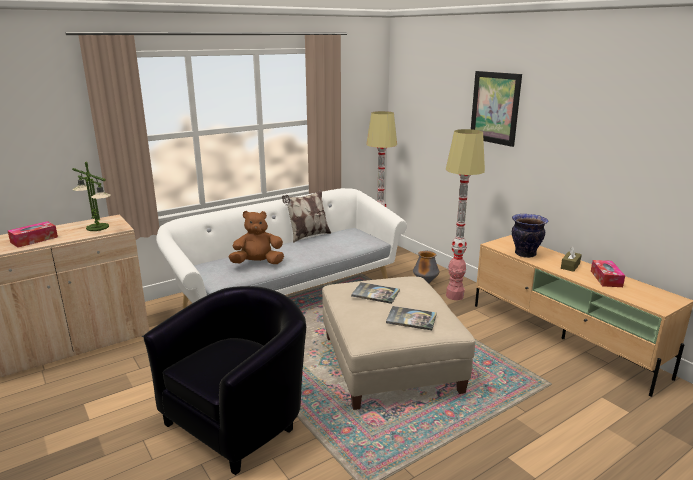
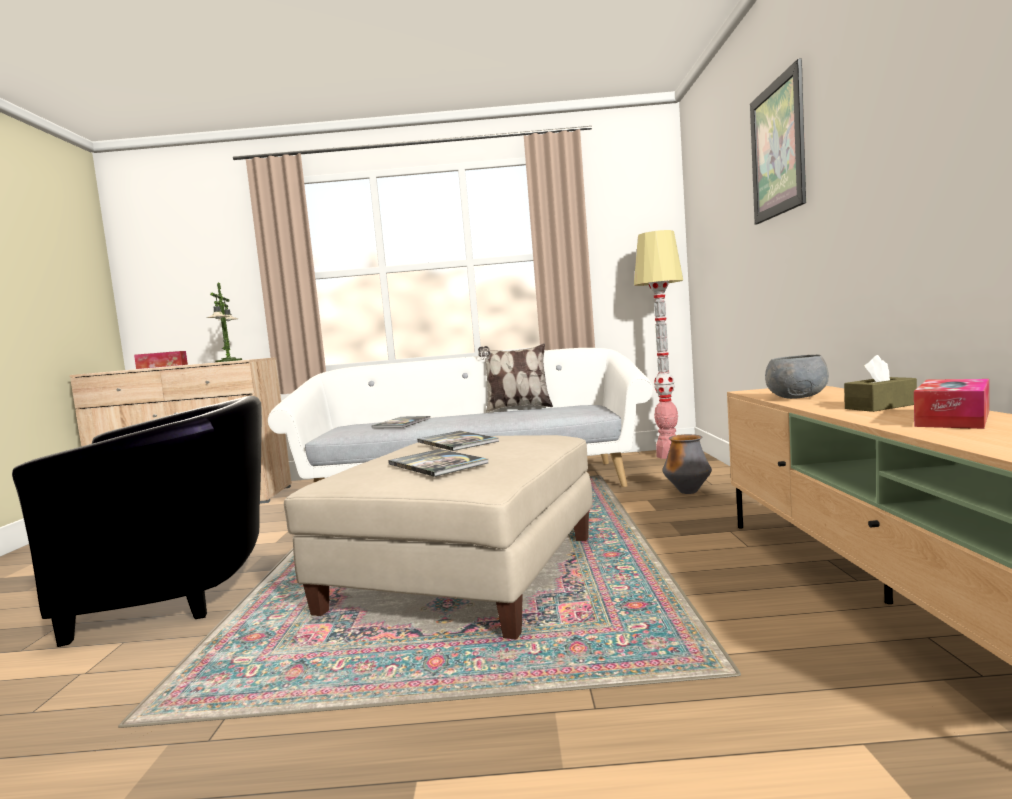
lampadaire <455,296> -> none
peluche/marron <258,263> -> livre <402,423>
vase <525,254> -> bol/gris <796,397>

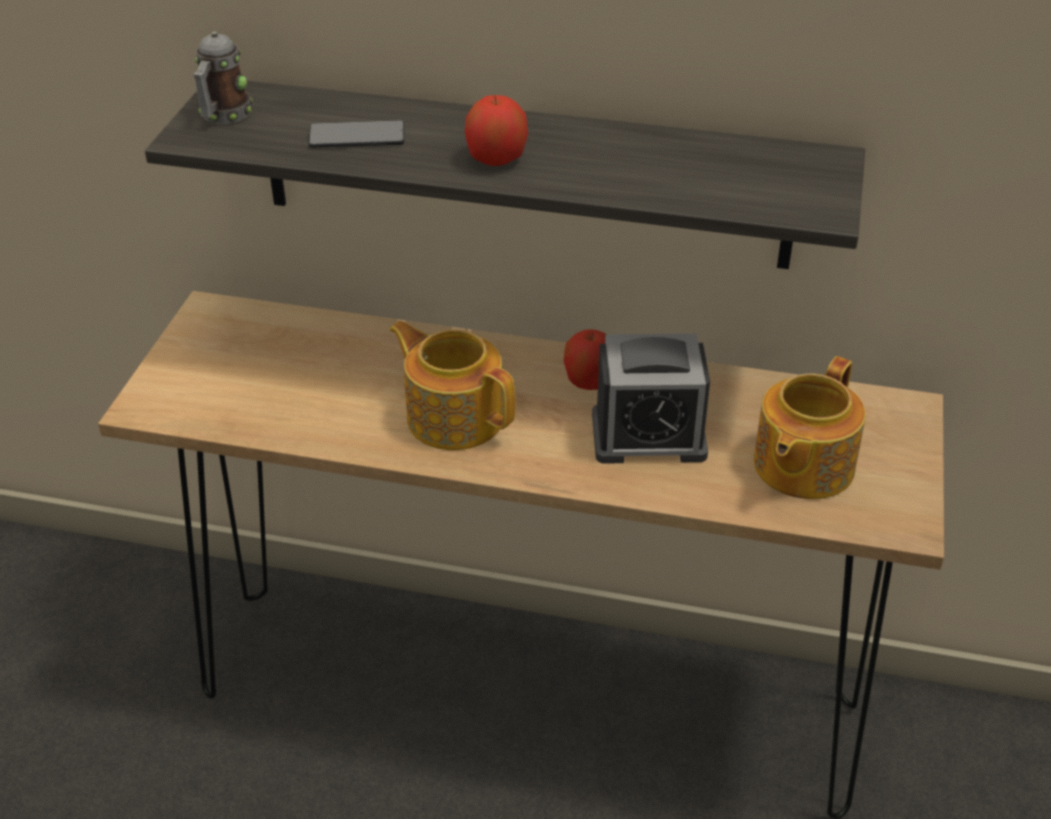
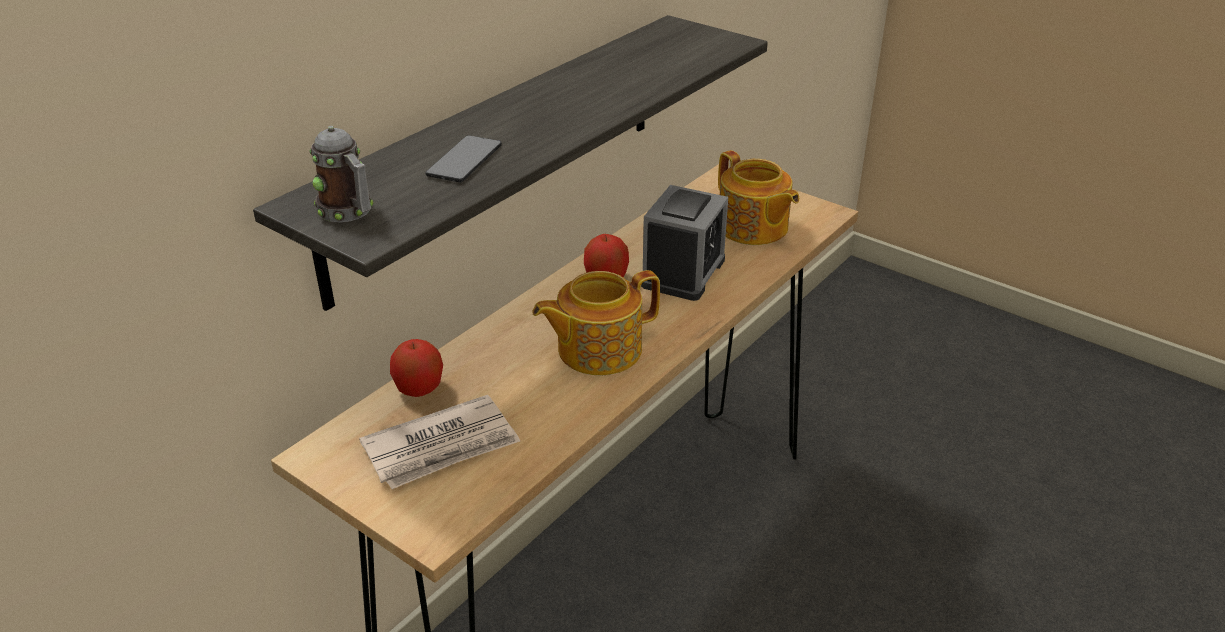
pomme <496,160> -> pomme <419,389>, shifted
none -> journal <442,447>

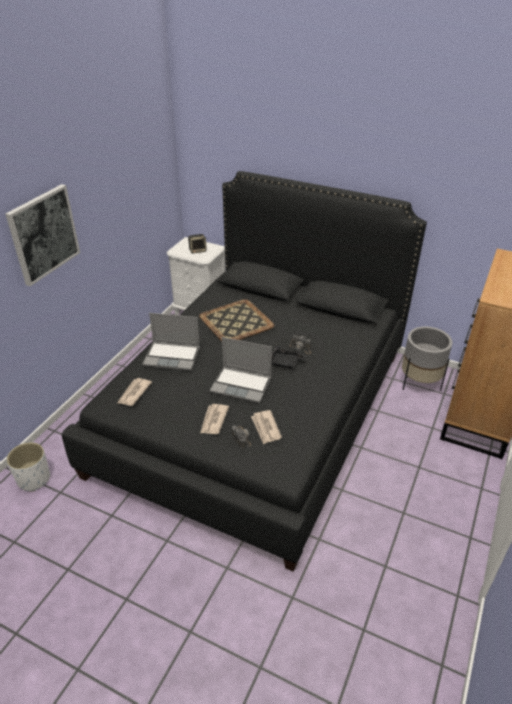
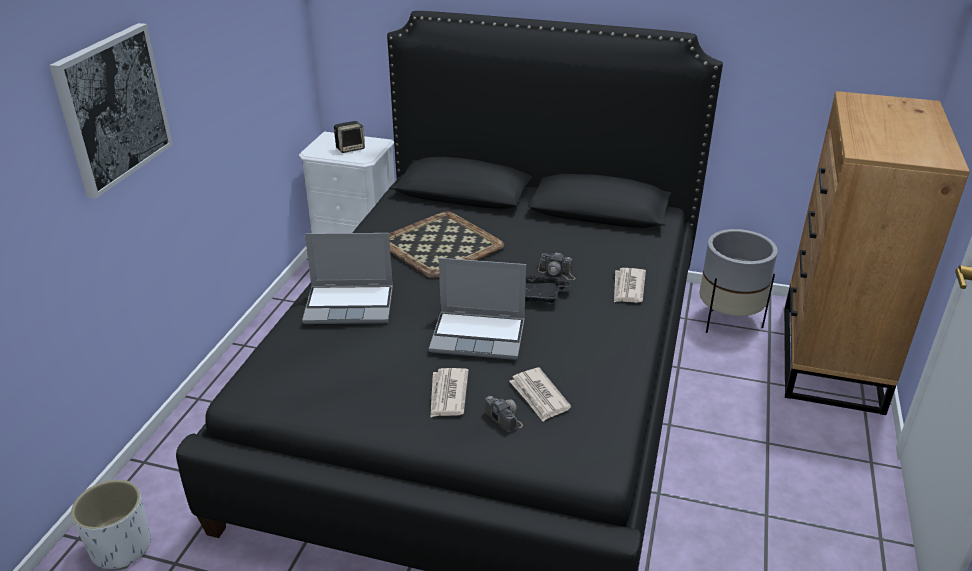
journal <134,393> -> journal <628,288>, shifted

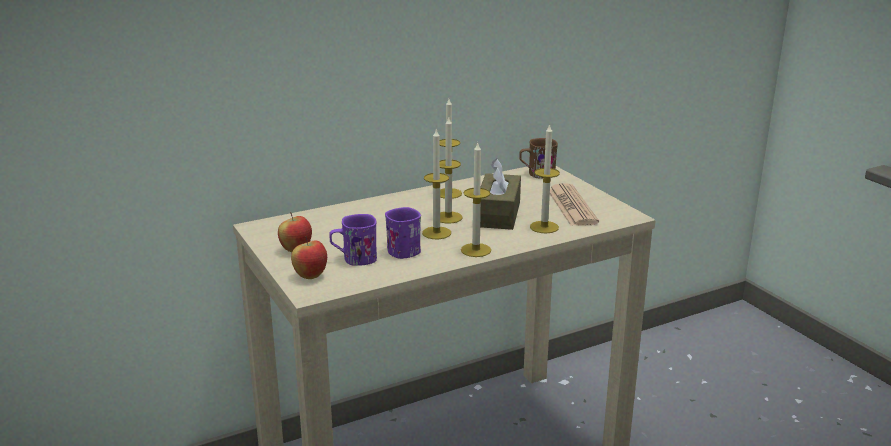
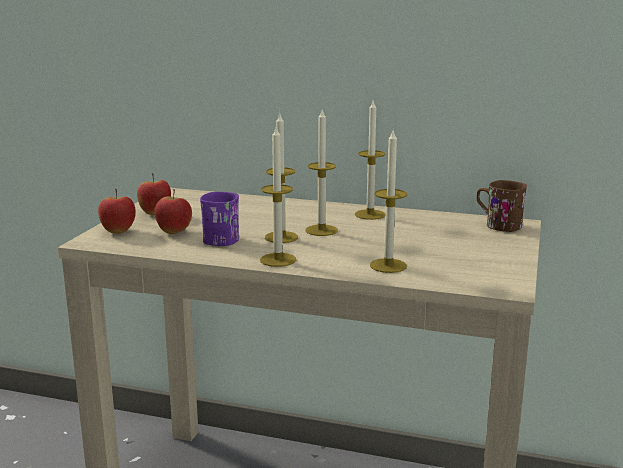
boîte à mouchoirs/marron <498,214> -> none
journal <571,206> -> none
mug/violet <354,259> -> pomme <174,232>

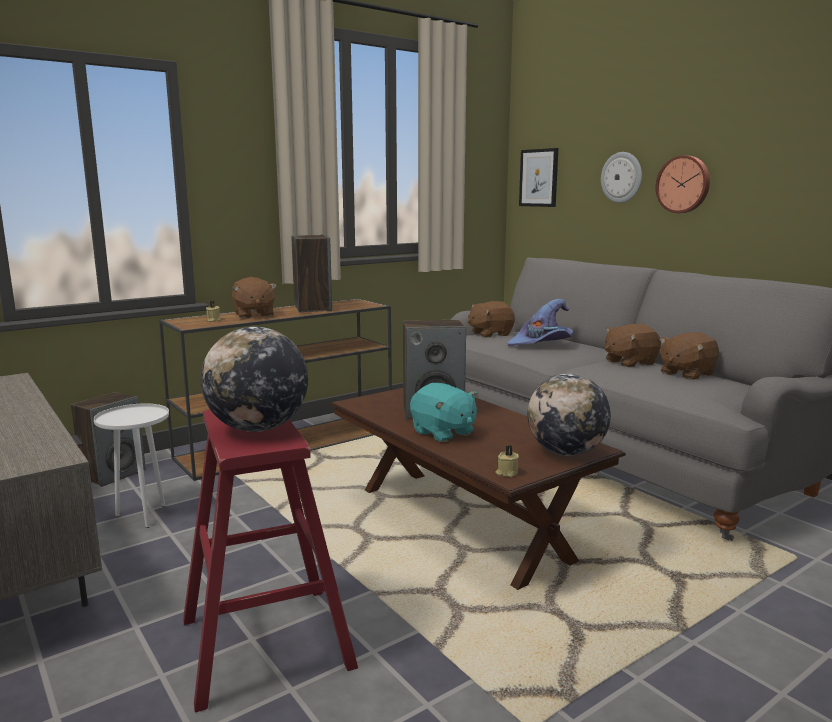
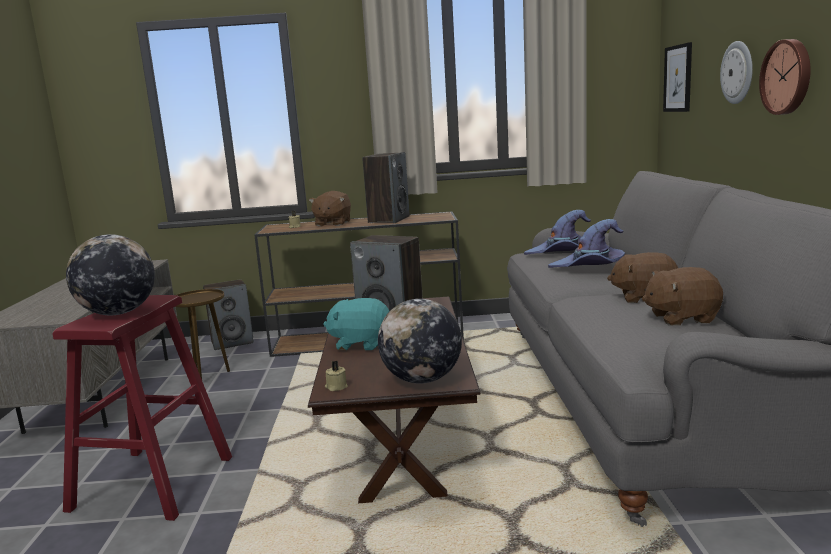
peluche/marron <490,334> -> chapeau/violet <561,254>
peluche/turquoise <443,433> -> peluche/turquoise <361,343>, 105 degrees clockwise
table d'appoint/blanc <143,516> -> table d'appoint/marron <208,376>

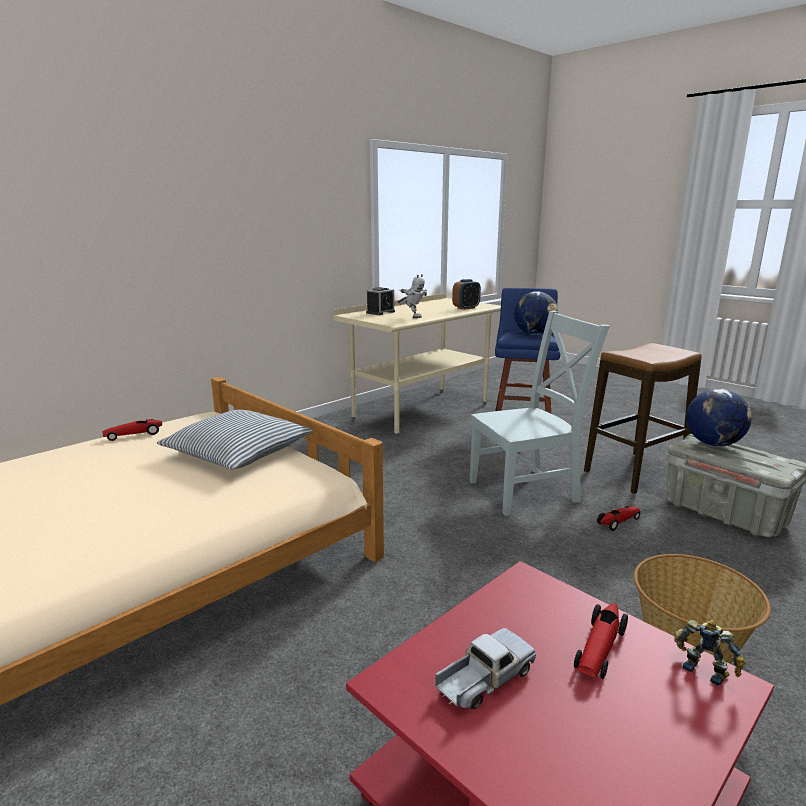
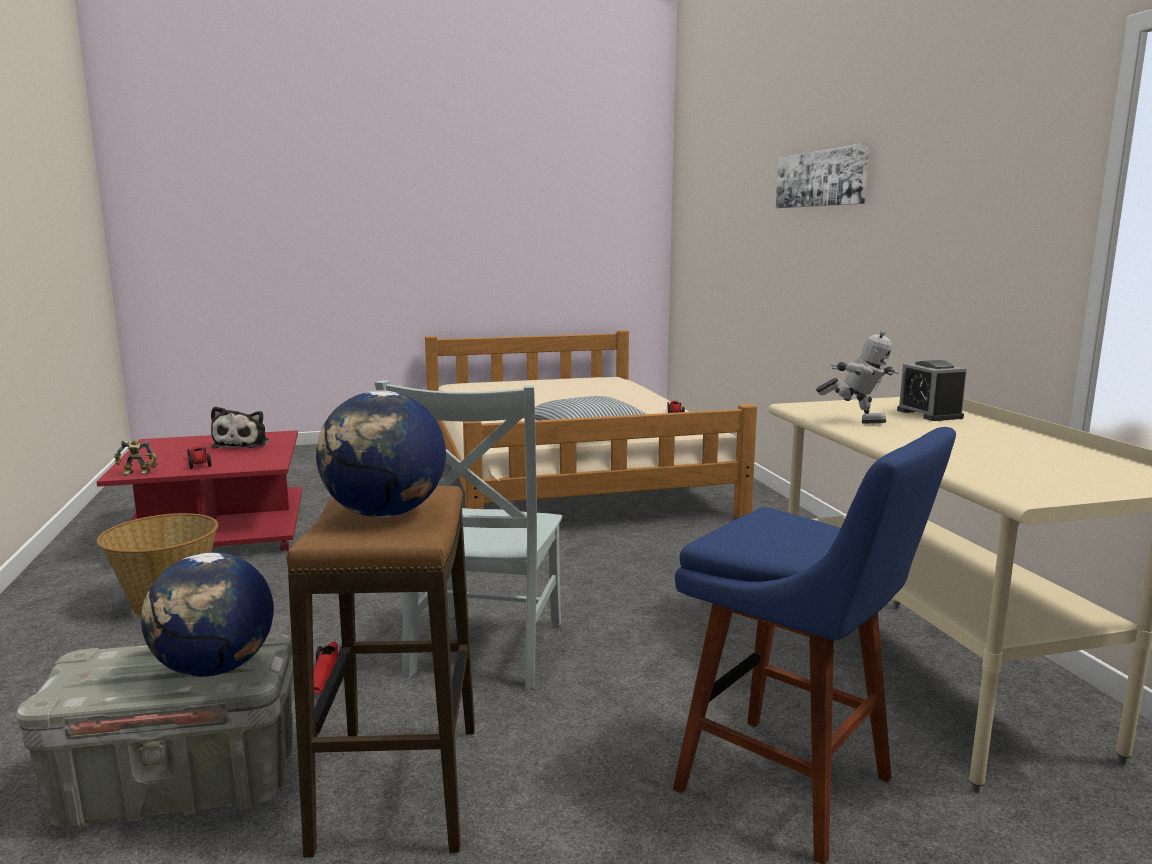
robot jouet <413,317> -> robot jouet <856,421>, 135 degrees counterclockwise
réveil <466,308> -> none
globe <534,334> -> globe <385,514>, shifted
camion jouet <484,679> -> peluche <243,444>
none -> tableau <821,178>

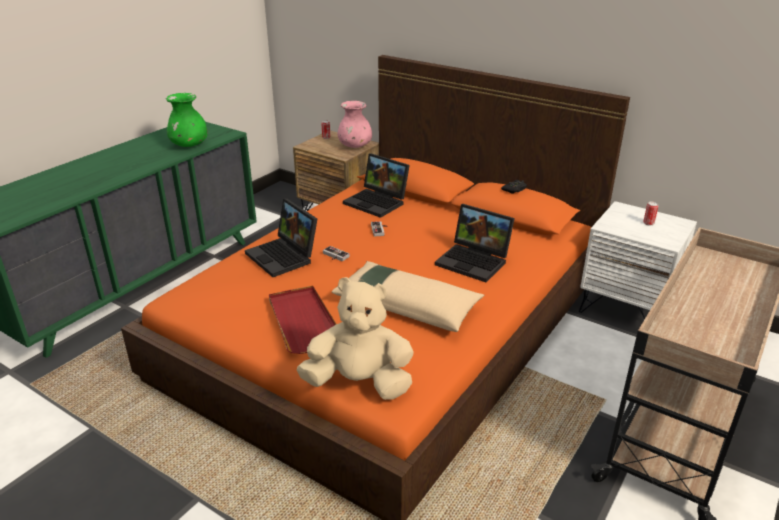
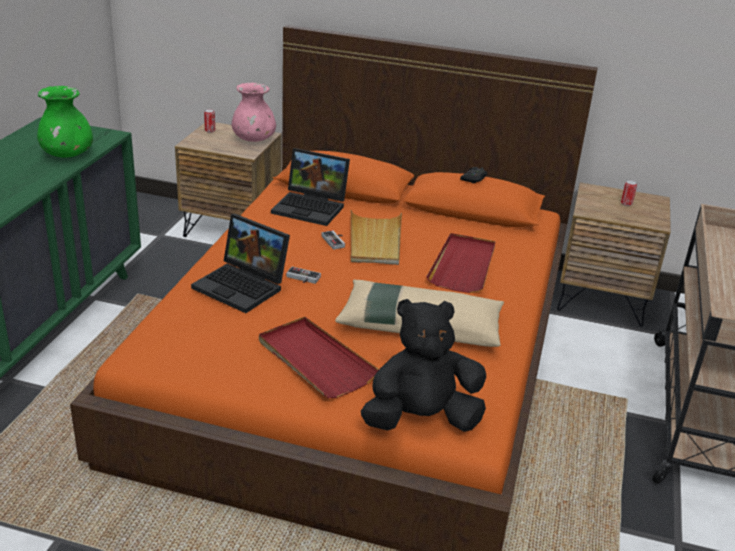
table de chevet/blanc <626,308> -> table de chevet/marron <601,299>
ordinateur portable <475,261> -> plateau/rouge <463,266>
peluche/beige <359,383> -> peluche/noir <421,419>
none -> plateau/beige <375,241>

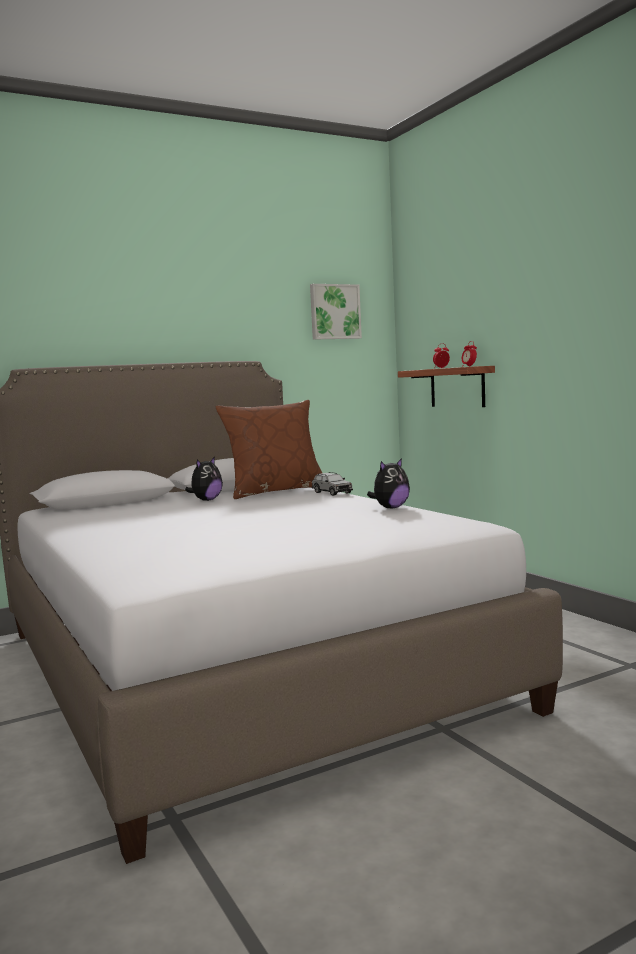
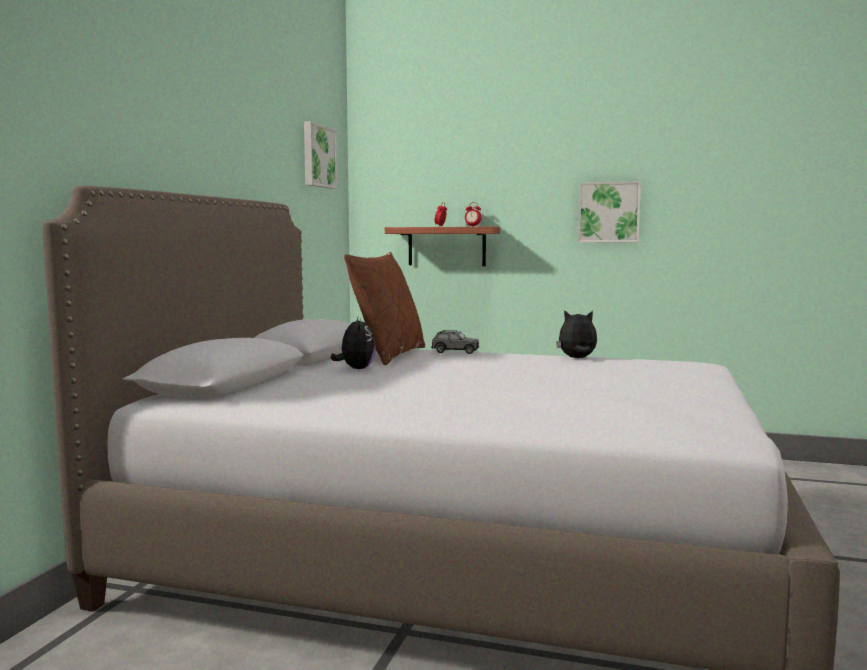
peluche <390,508> -> peluche <577,358>, 90 degrees counterclockwise
none -> tableau <609,212>

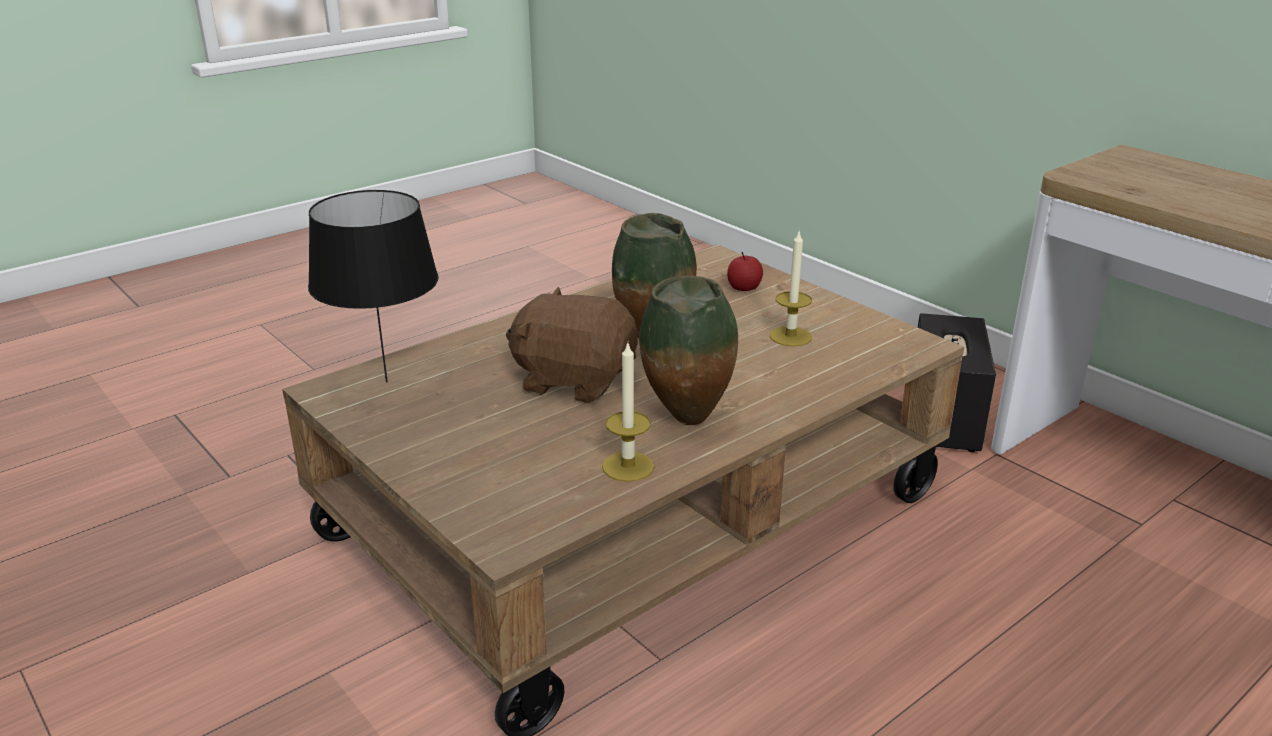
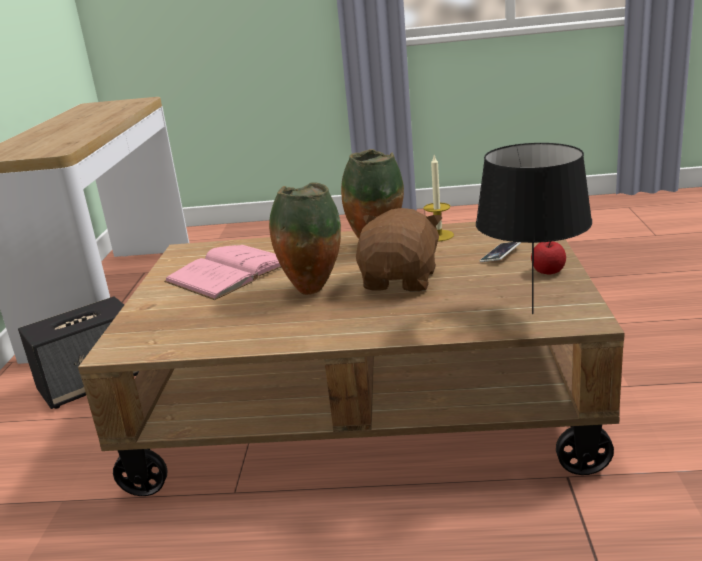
bougie <790,336> -> livre/rose <231,271>
pomme <744,288> -> pomme <548,271>, shifted
peluche/marron <574,380> -> peluche/marron <401,280>, 135 degrees counterclockwise
none -> téléphone <500,255>

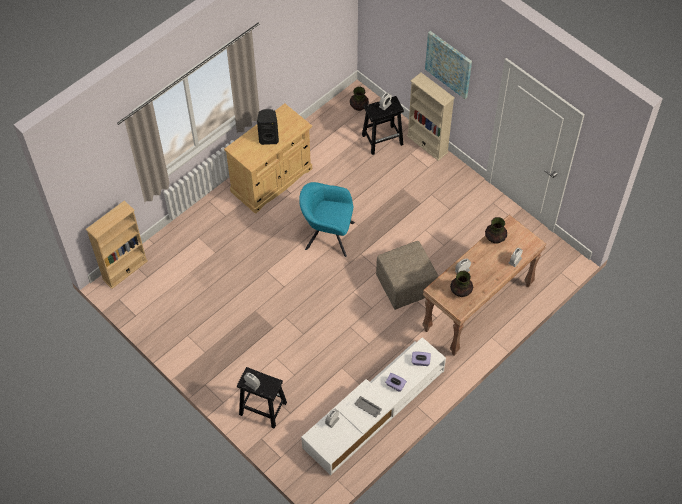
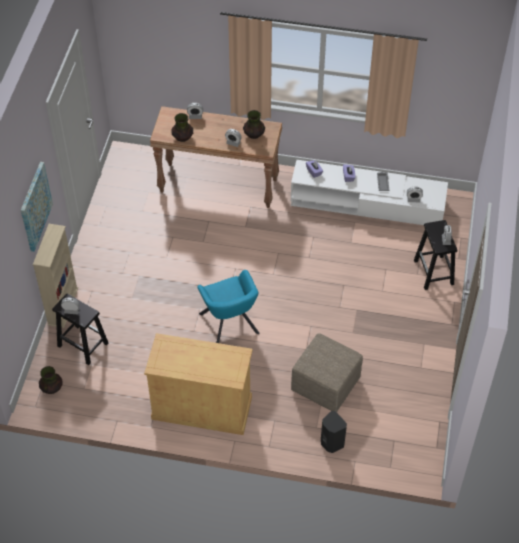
enceinte/noir <269,138> -> enceinte/noir <331,443>, shifted
bibliothèque/beige <125,270> -> none
pouf/beige <406,284> -> pouf/beige <324,384>, shifted

